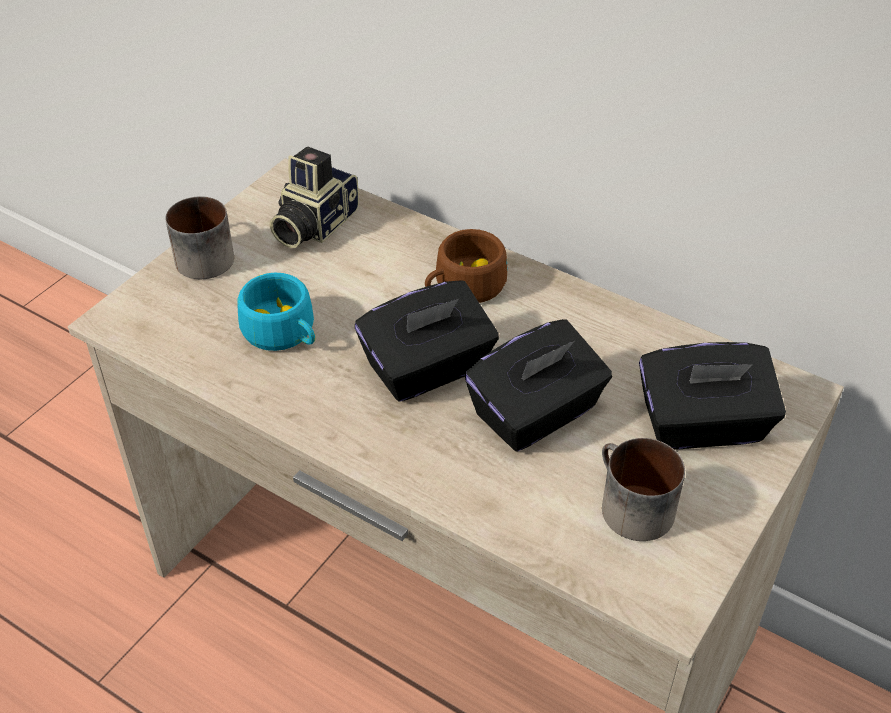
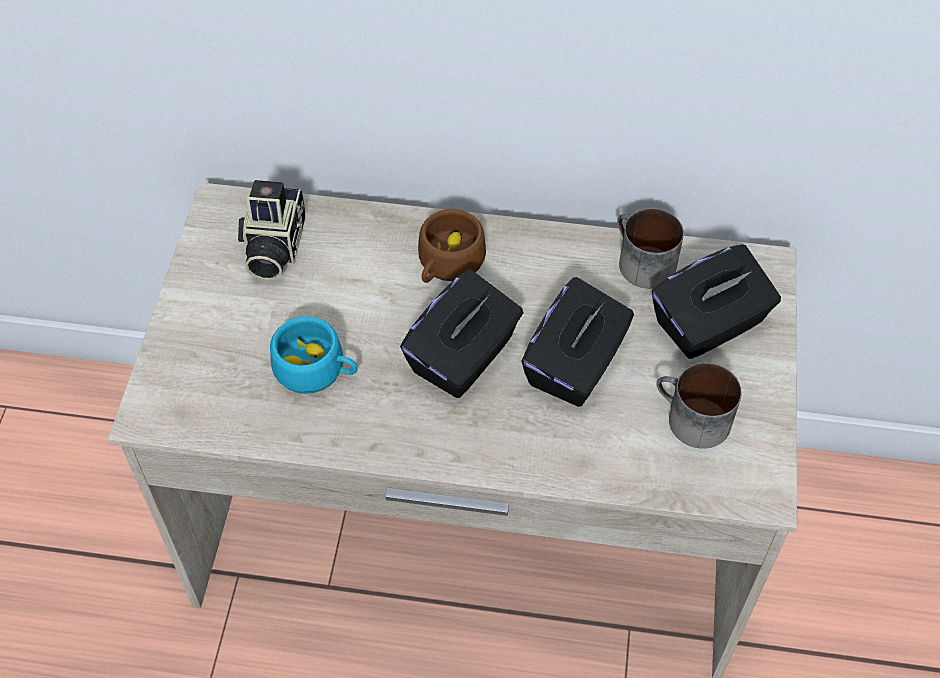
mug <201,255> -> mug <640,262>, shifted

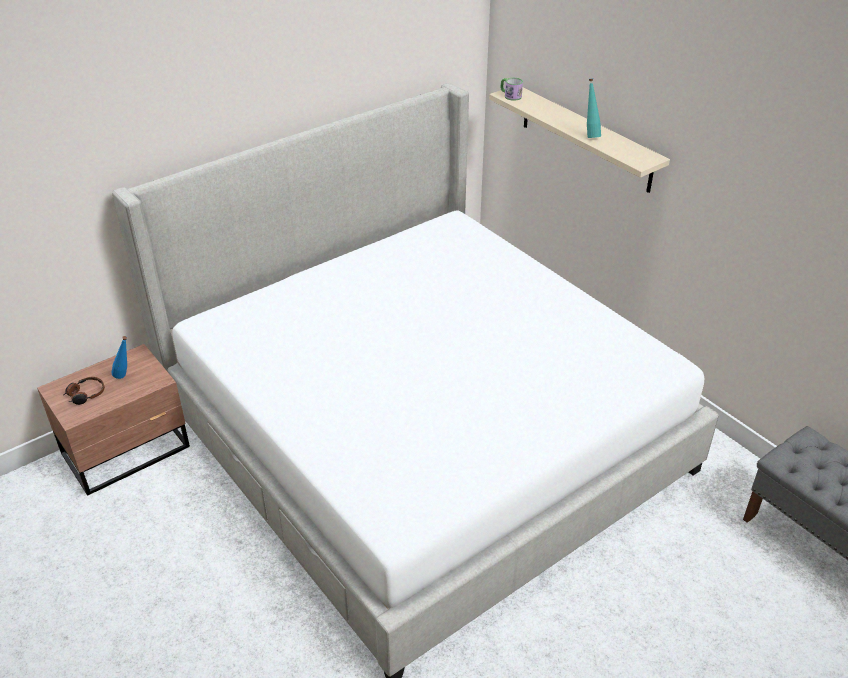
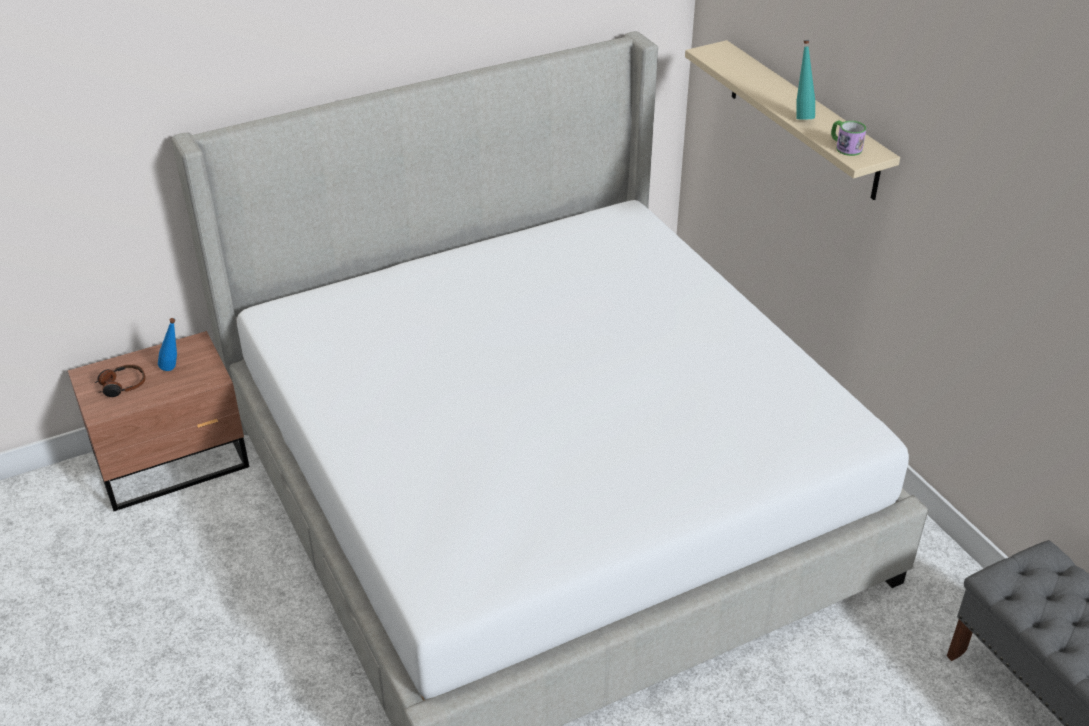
mug <510,96> -> mug <845,147>, shifted

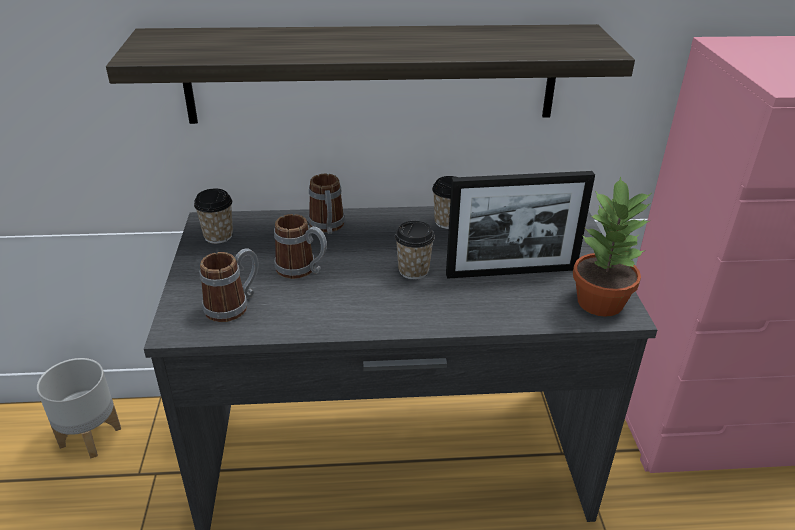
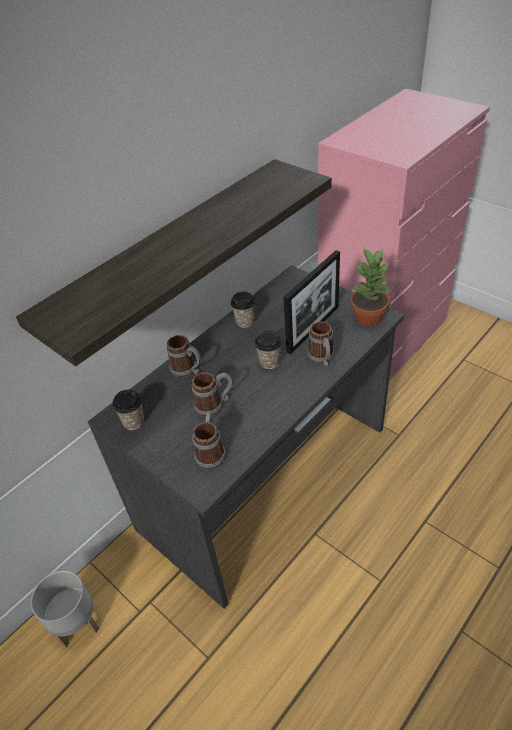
none -> mug <322,358>

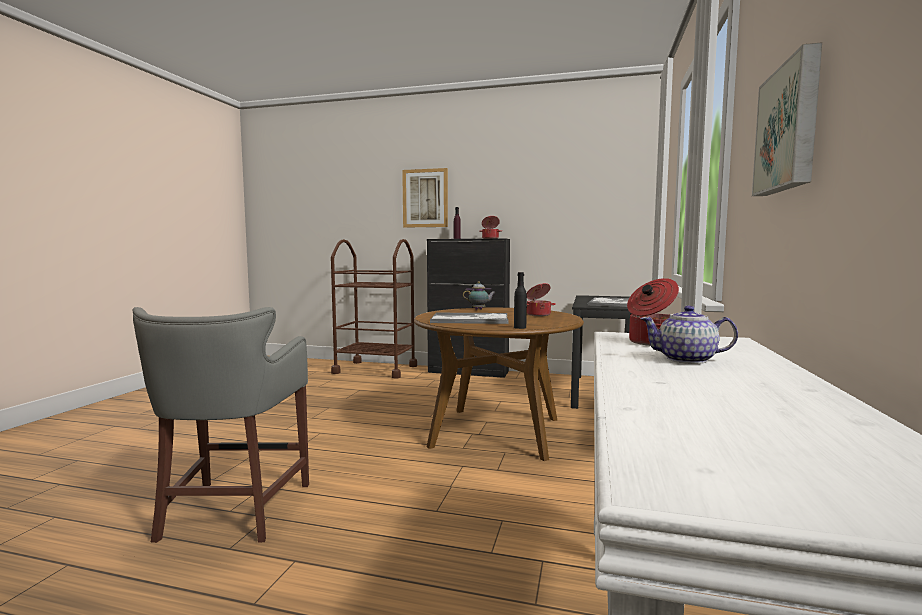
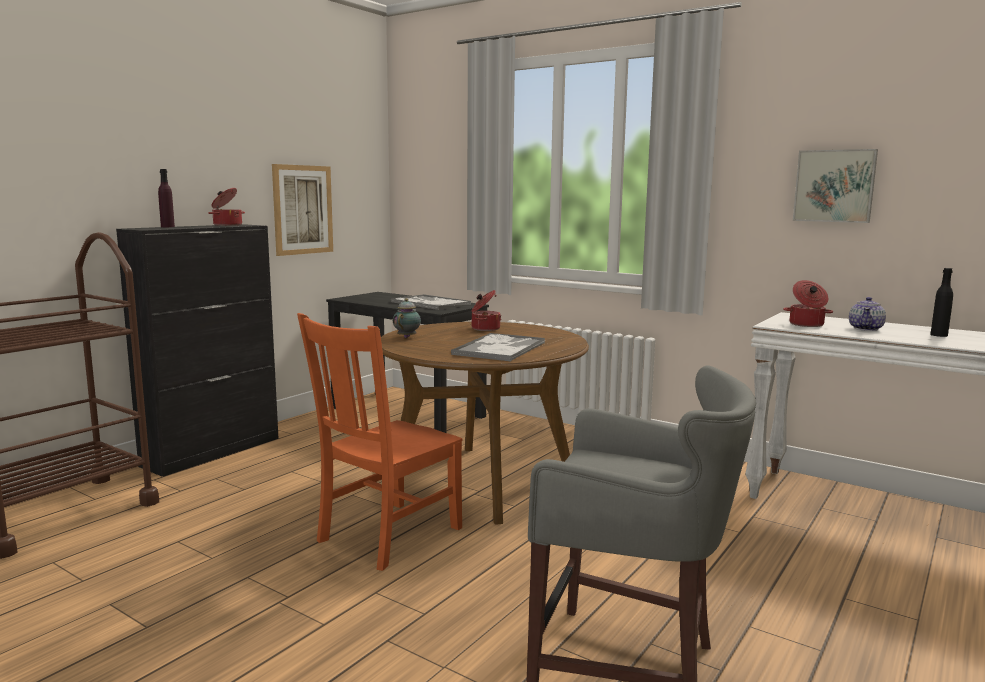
tableau <425,198> -> tableau <303,209>, shifted
bouteille/noir <520,327> -> bouteille/noir <939,335>, shifted
none -> chaise/orange <386,536>

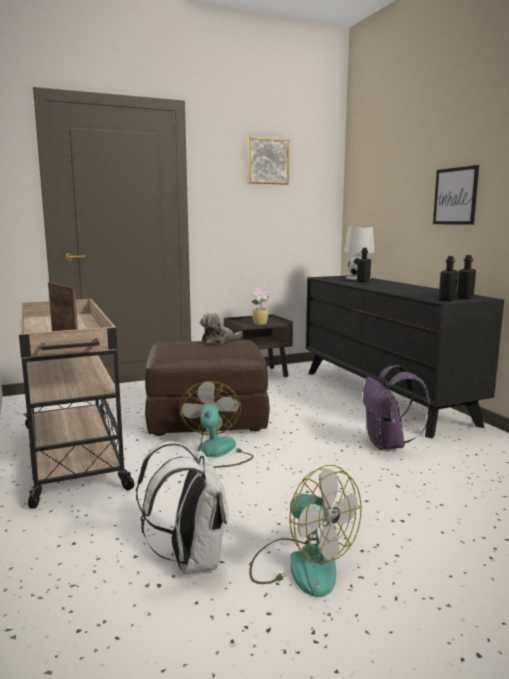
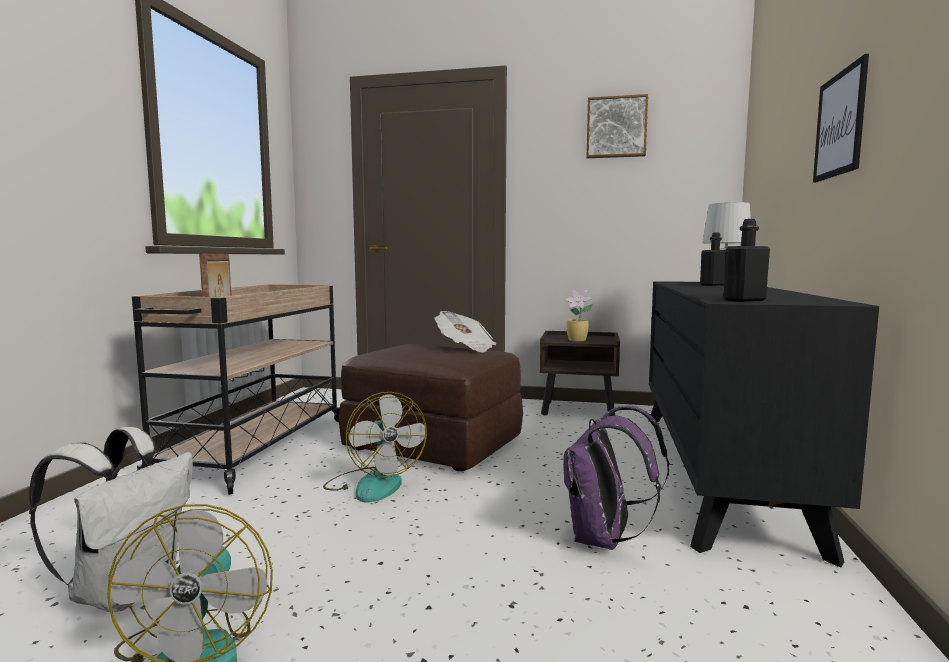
bouteille/noir <465,297> -> none
peluche <219,340> -> journal <465,348>
ventilateur <217,453> -> ventilateur <373,483>, 120 degrees clockwise

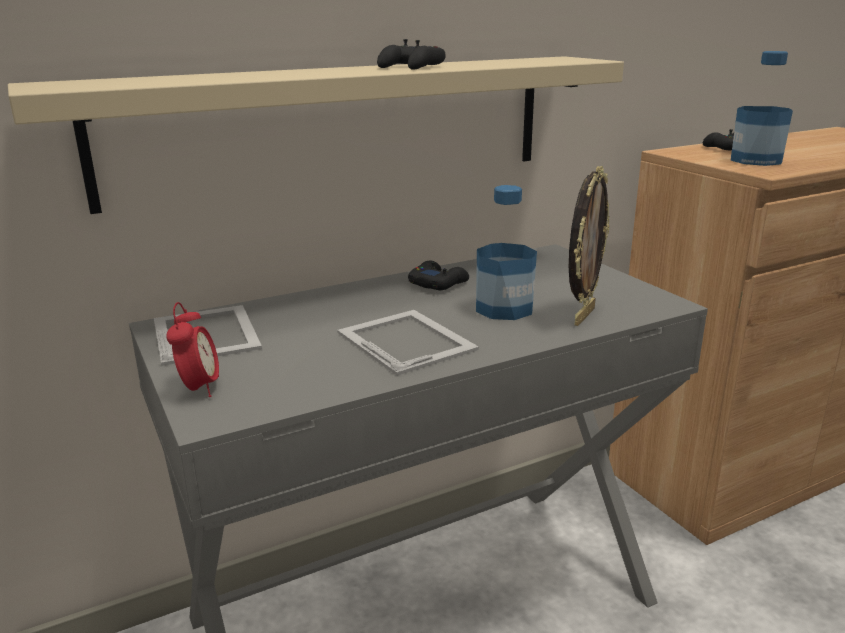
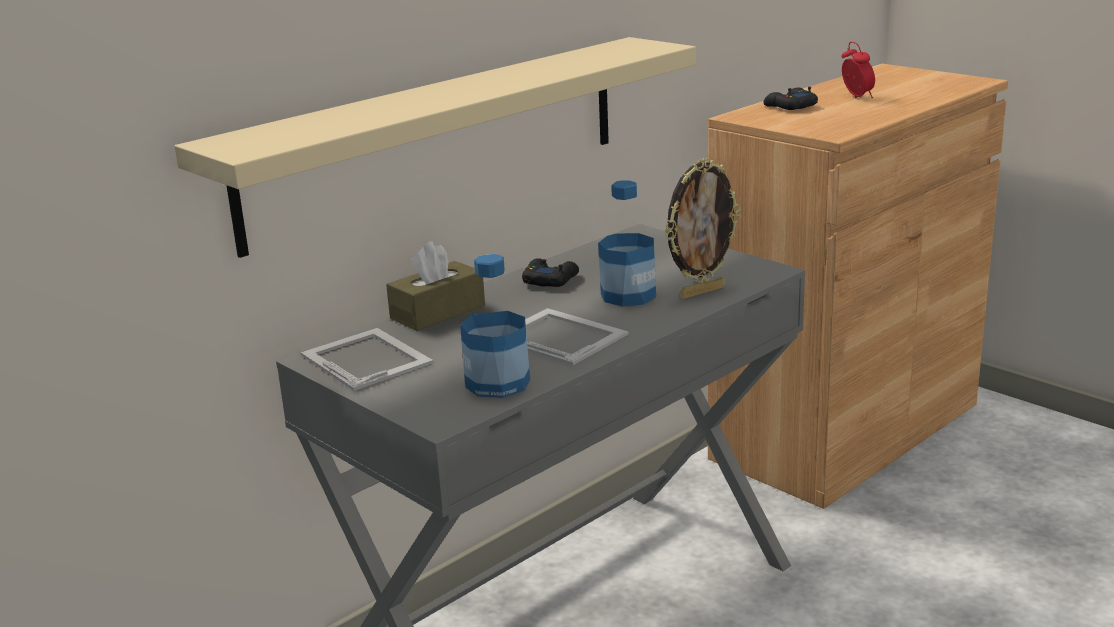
manette/noir <412,67> -> none
bouteille <756,160> -> bouteille <497,383>, shifted
cadre photo <582,316> -> cadre photo <701,292>, 45 degrees clockwise
réveil <199,388> -> réveil <857,97>, shifted
none -> boîte à mouchoirs/marron <438,312>

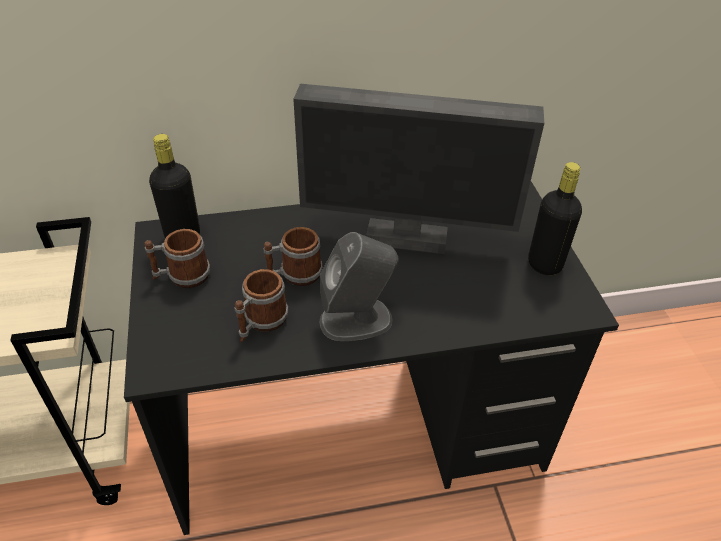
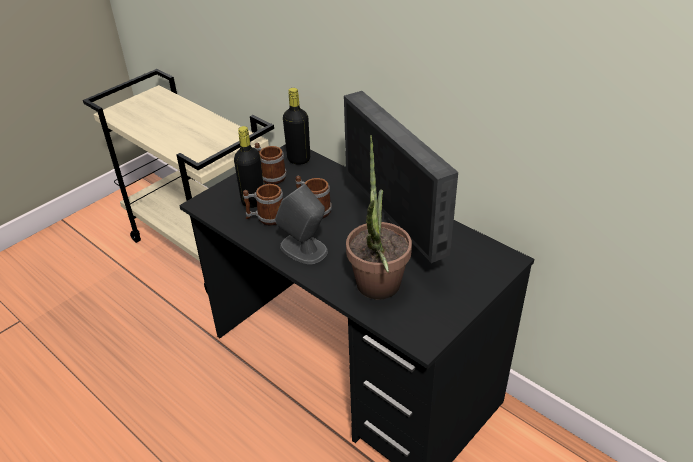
bouteille/noir <544,264> -> bouteille/noir <253,201>, shifted
none -> plante en pot <377,291>

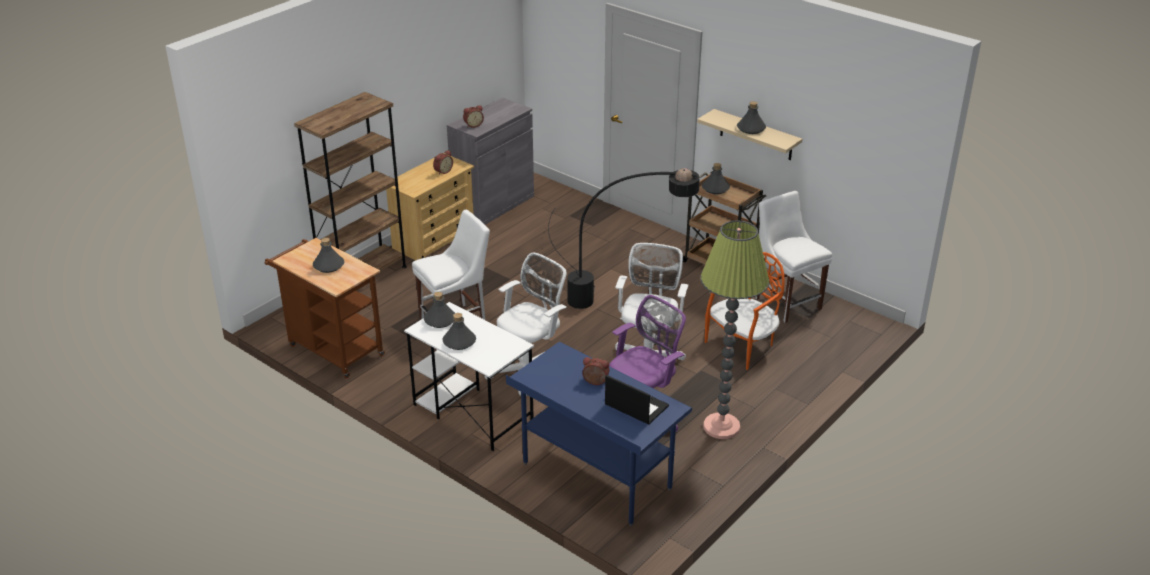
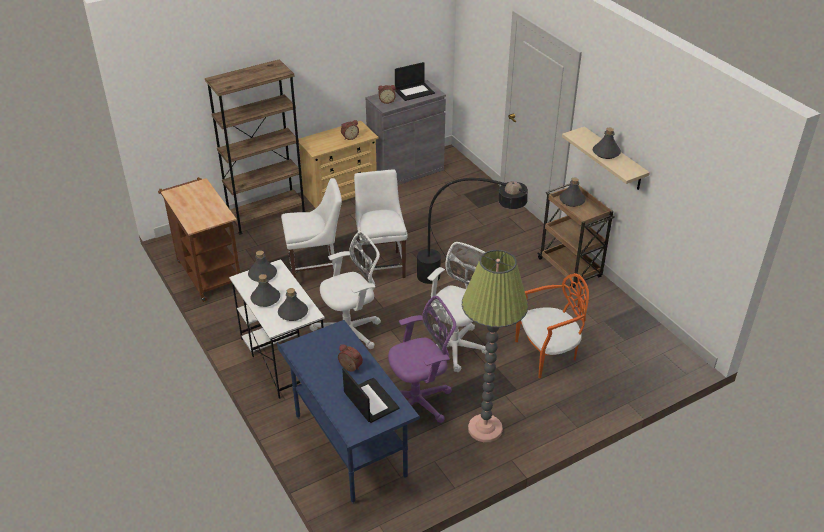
chaise/blanc <786,302> -> chaise/blanc <381,264>, shifted
bouteille/gris <329,266> -> bouteille/gris <293,313>, shifted
none -> ordinateur portable <414,91>

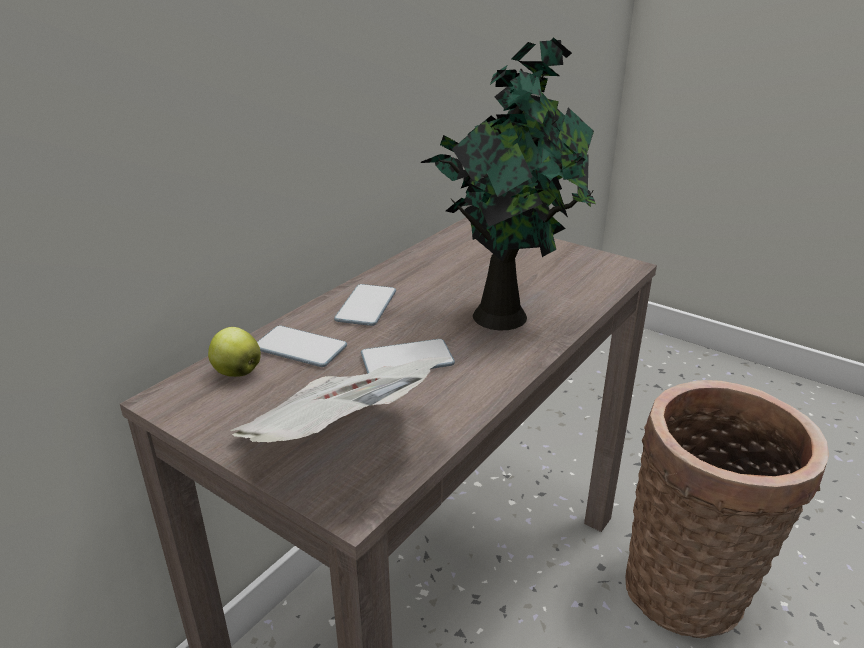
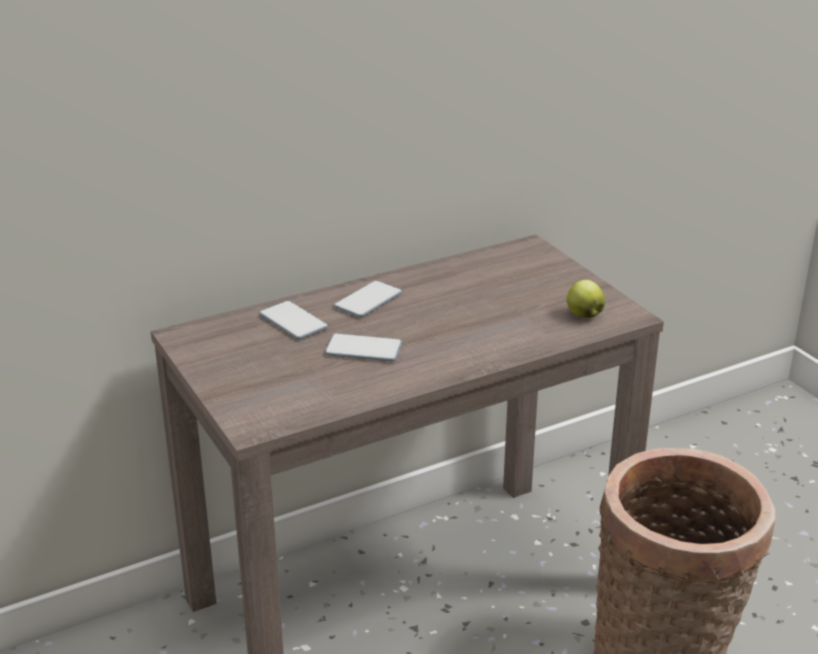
plante en pot <504,315> -> none
pomme <236,372> -> pomme <584,315>, shifted
journal <341,442> -> none

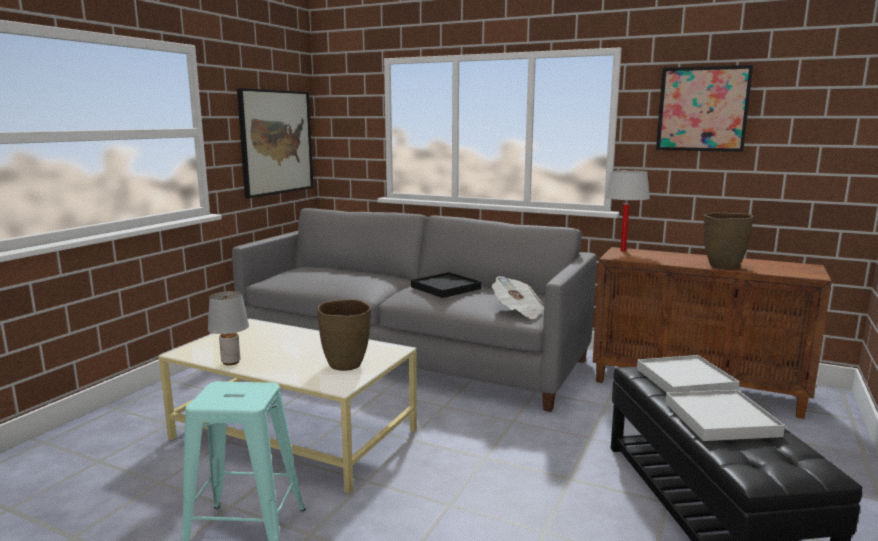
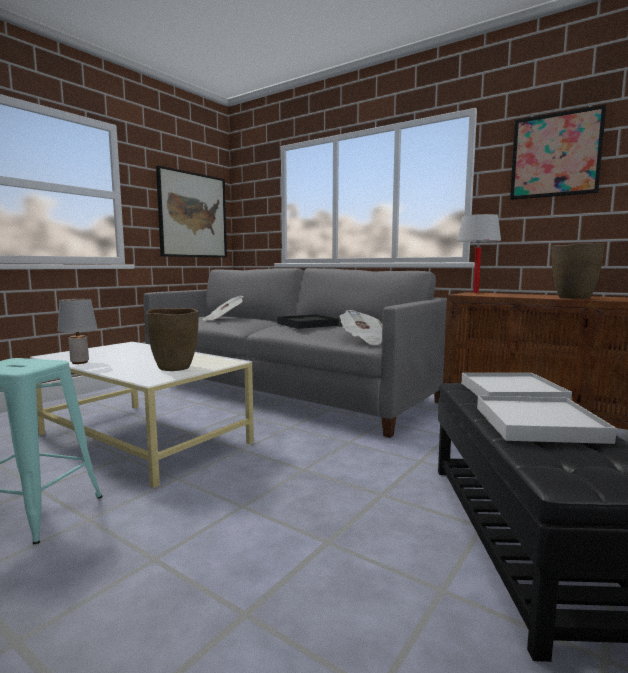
none -> journal <223,319>

